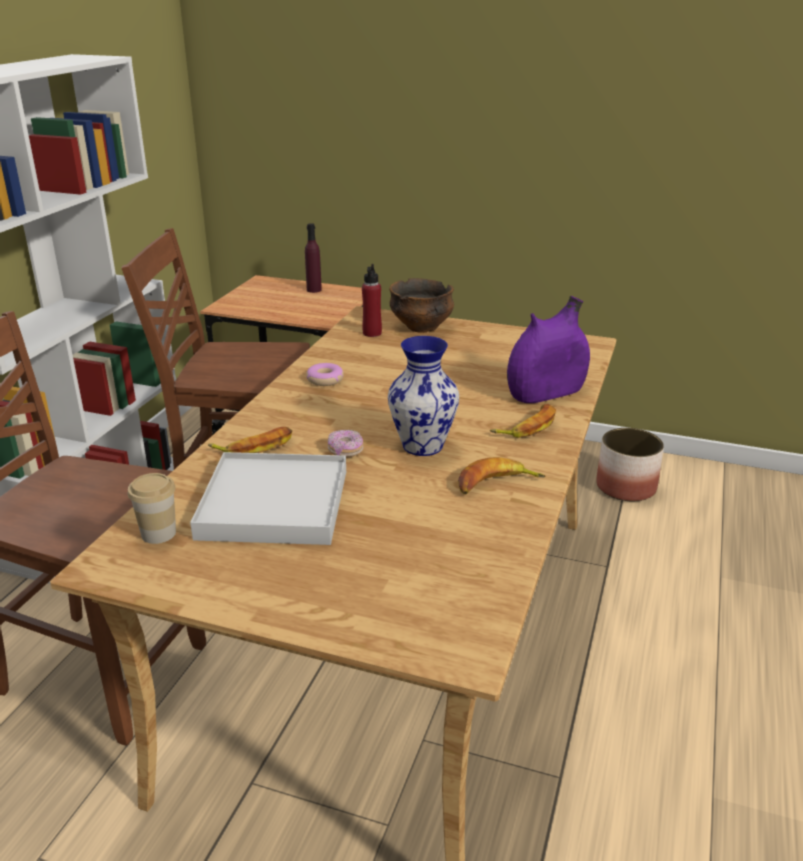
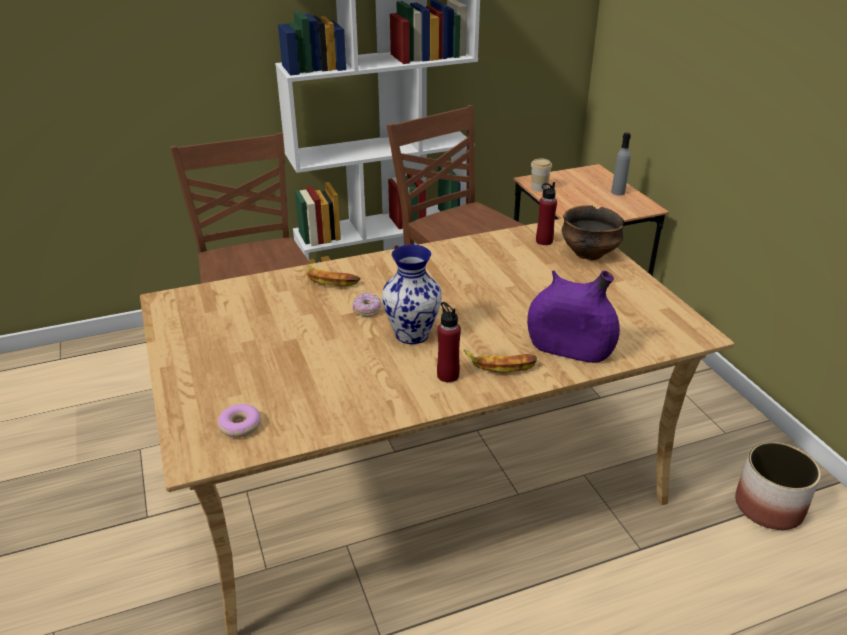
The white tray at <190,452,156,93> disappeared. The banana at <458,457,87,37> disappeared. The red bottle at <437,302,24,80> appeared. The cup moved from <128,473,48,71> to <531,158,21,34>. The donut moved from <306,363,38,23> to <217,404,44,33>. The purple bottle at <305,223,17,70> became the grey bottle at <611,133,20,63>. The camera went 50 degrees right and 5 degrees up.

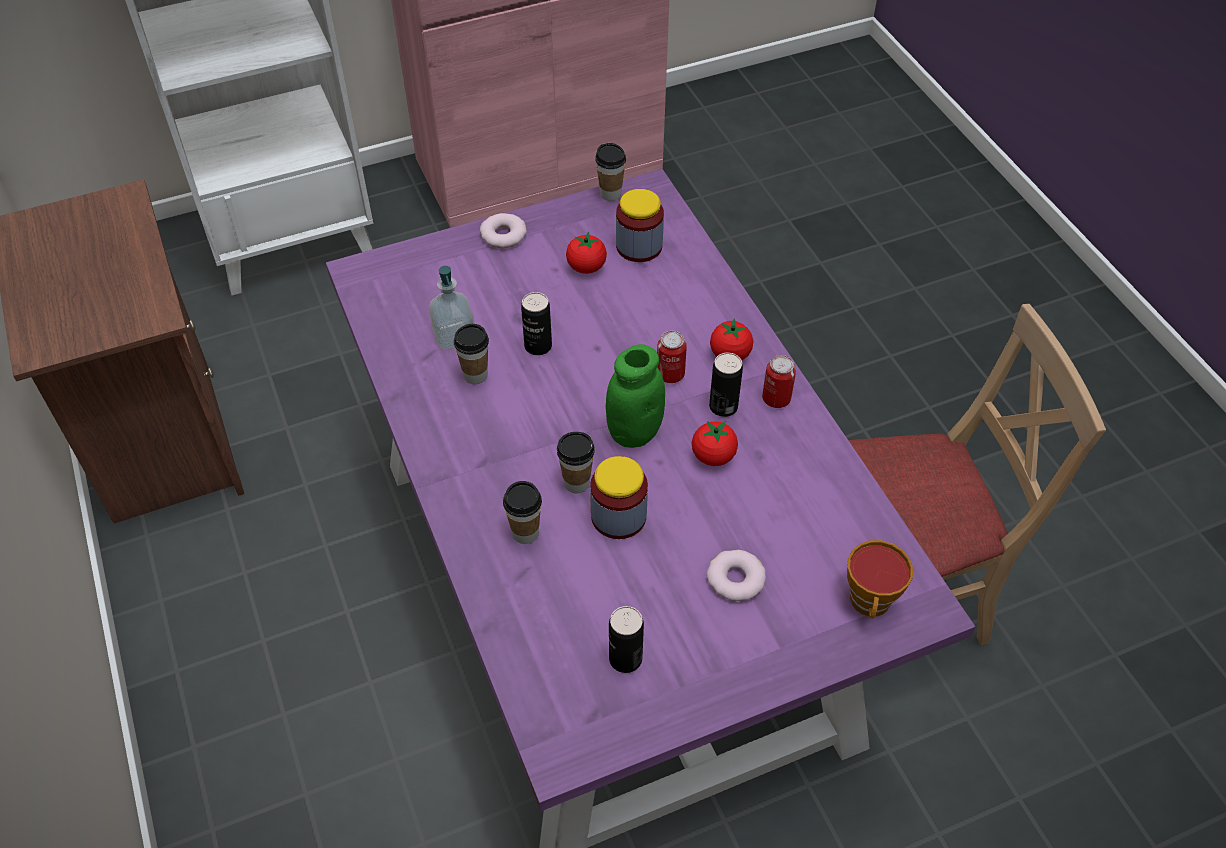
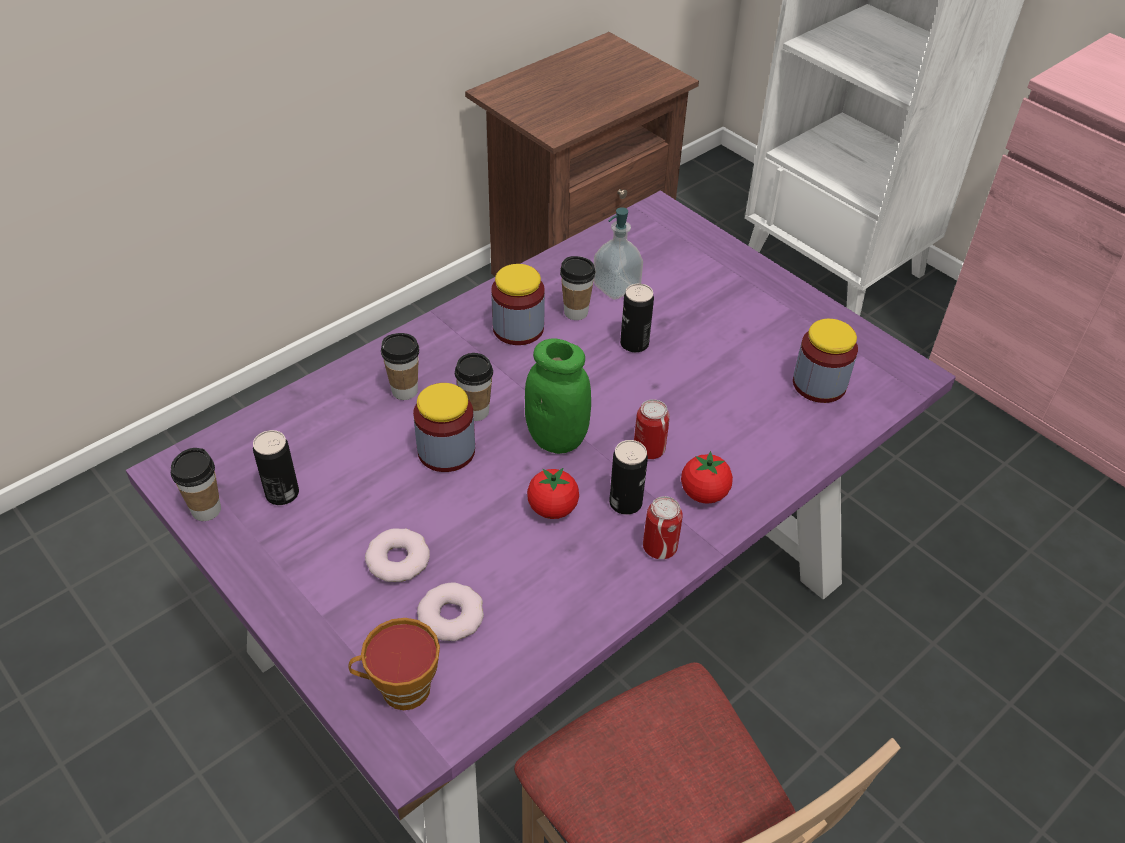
The tomato at <566,231,41,43> disappeared. The jar at <491,264,54,81> appeared. The donut moved from <480,213,47,35> to <417,582,67,59>. The cup moved from <595,143,31,58> to <171,448,50,73>. The camera went 70 degrees right and 5 degrees down.

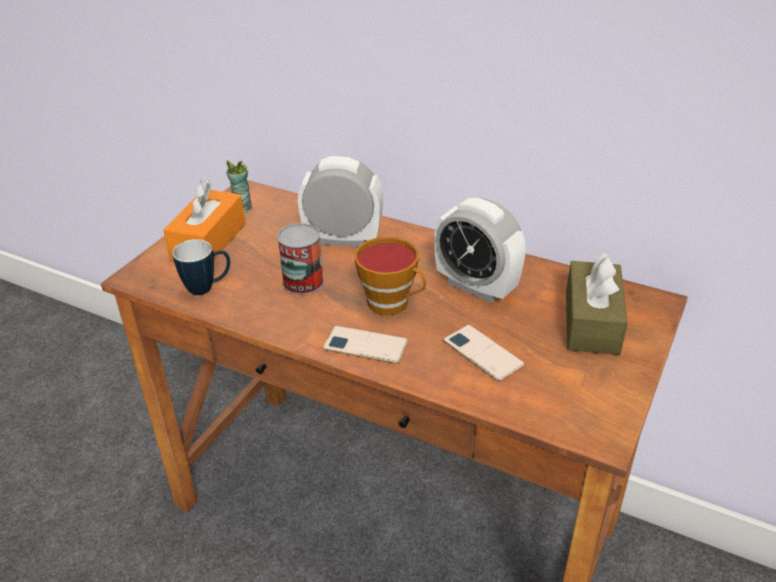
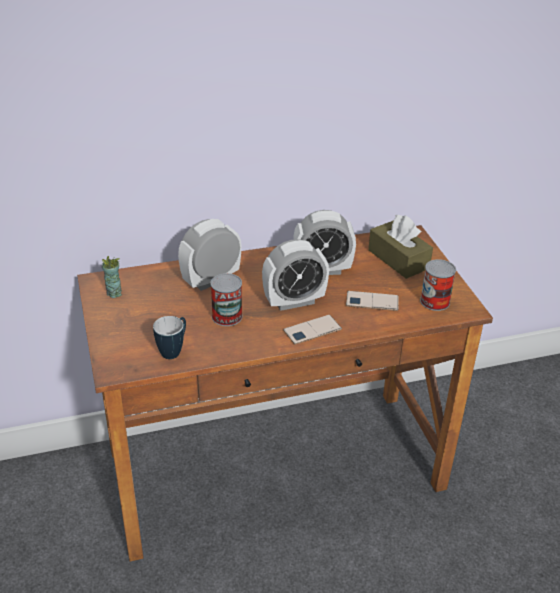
The orange tissue box at <163,179,82,82> disappeared. The can at <420,259,36,52> appeared. The cup at <354,237,72,79> was replaced by the alarm clock at <262,239,67,72>. The camera went 45 degrees left and 0 degrees up.

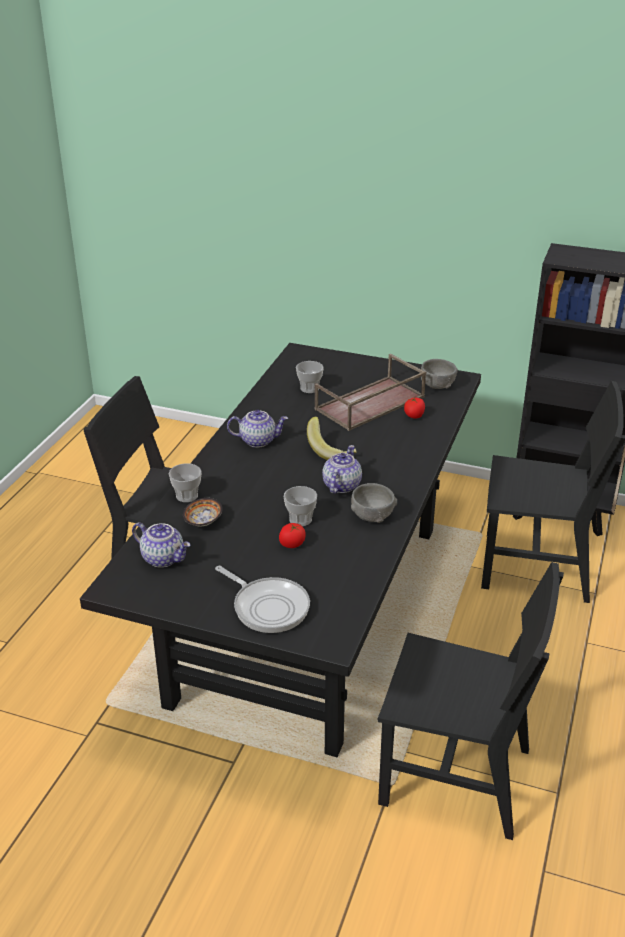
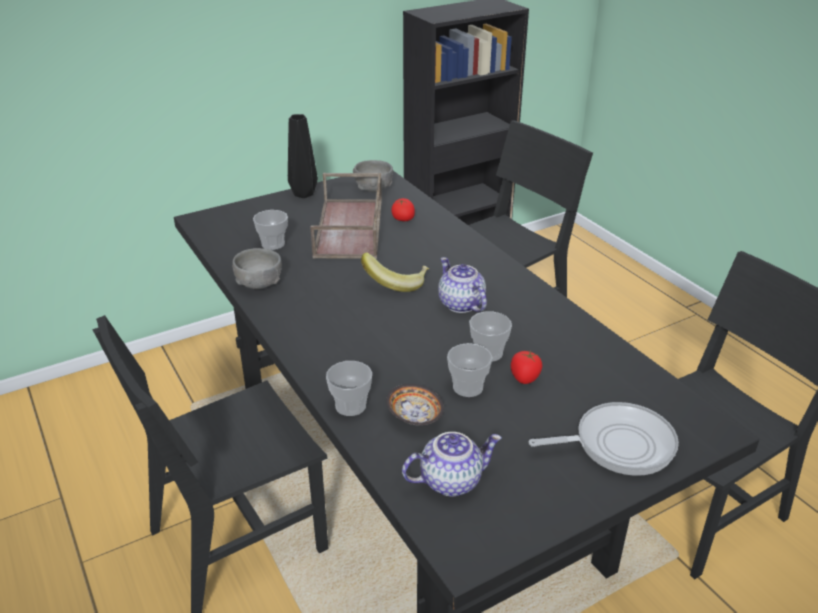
The teapot at <227,410,61,38> disappeared. The black vase at <288,114,30,84> appeared. The cup at <447,343,45,54> appeared. The grey bowl moved from <351,483,46,40> to <232,248,50,41>. The camera went 50 degrees left and 0 degrees up.

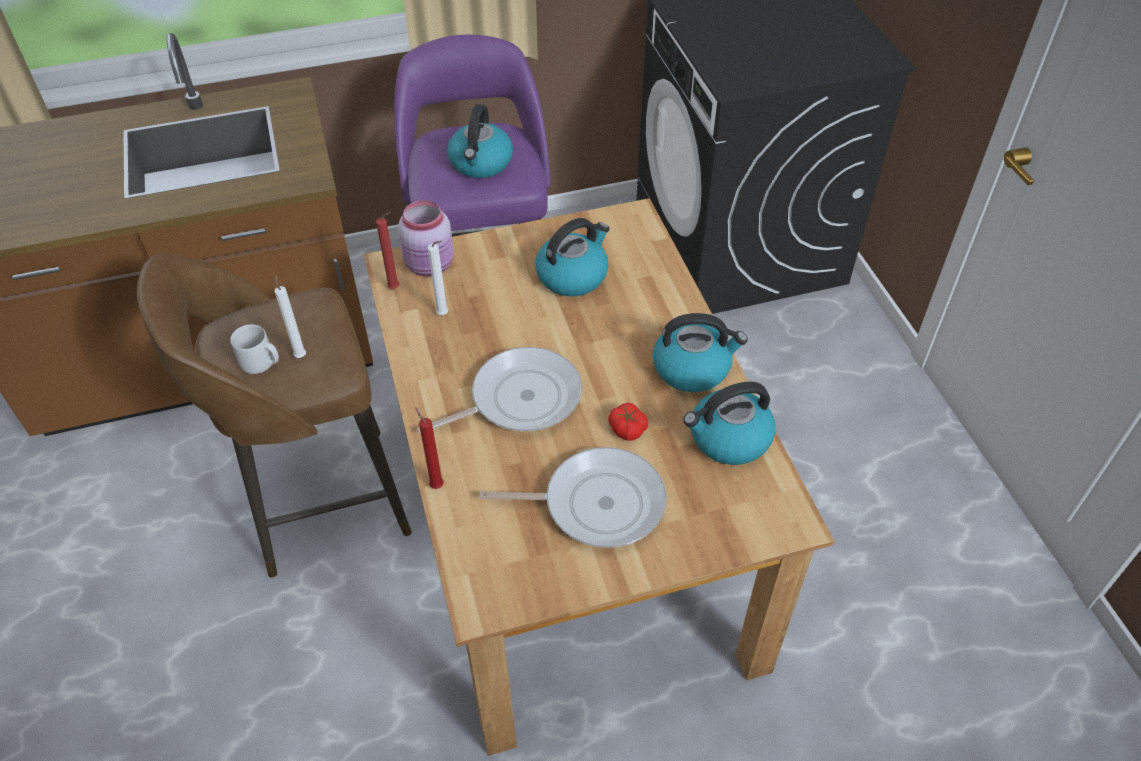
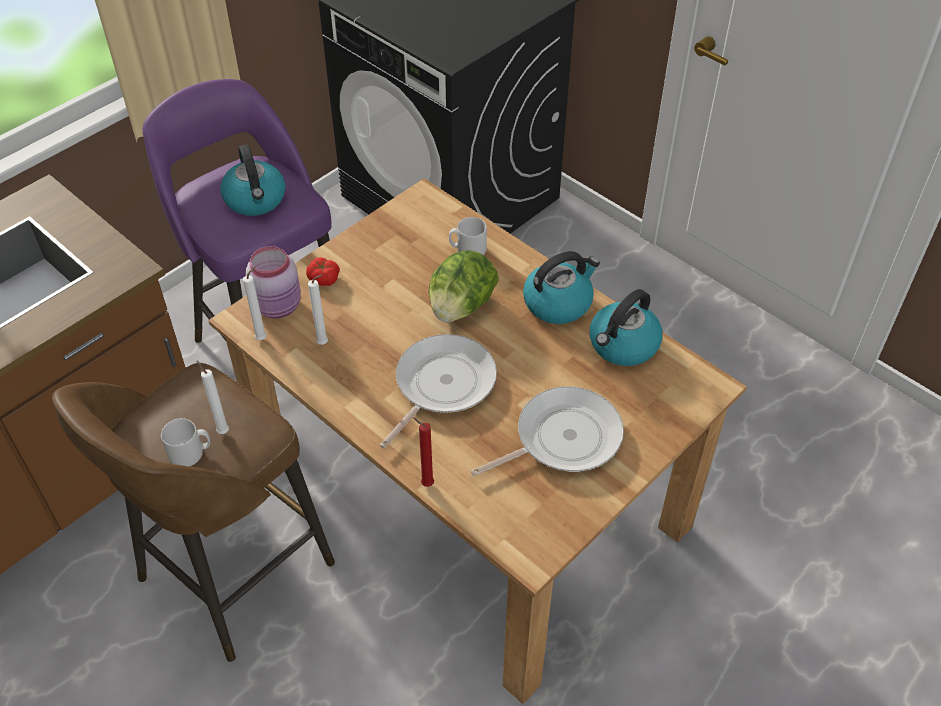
The kettle at <535,218,75,78> disappeared. The lettuce at <429,250,70,72> appeared. The grey mug at <449,217,38,38> appeared. The tomato moved from <609,403,39,38> to <306,257,34,29>. The red candle at <376,212,23,77> became the white candle at <243,267,24,73>. The camera went 30 degrees left and 0 degrees up.

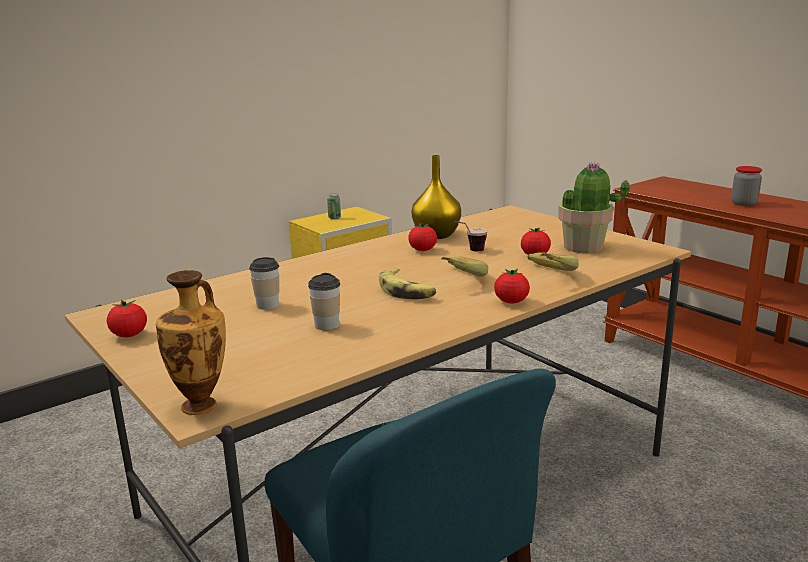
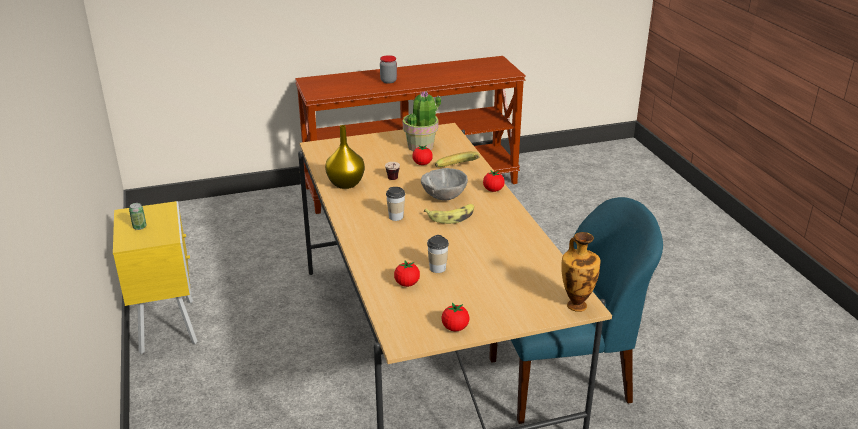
The cup moved from <308,273,32,57> to <386,187,19,34>. The tomato moved from <408,223,29,28> to <394,260,26,27>. The banana at <441,256,47,21> was replaced by the grey bowl at <421,168,47,32>. The camera went 70 degrees left and 10 degrees up.

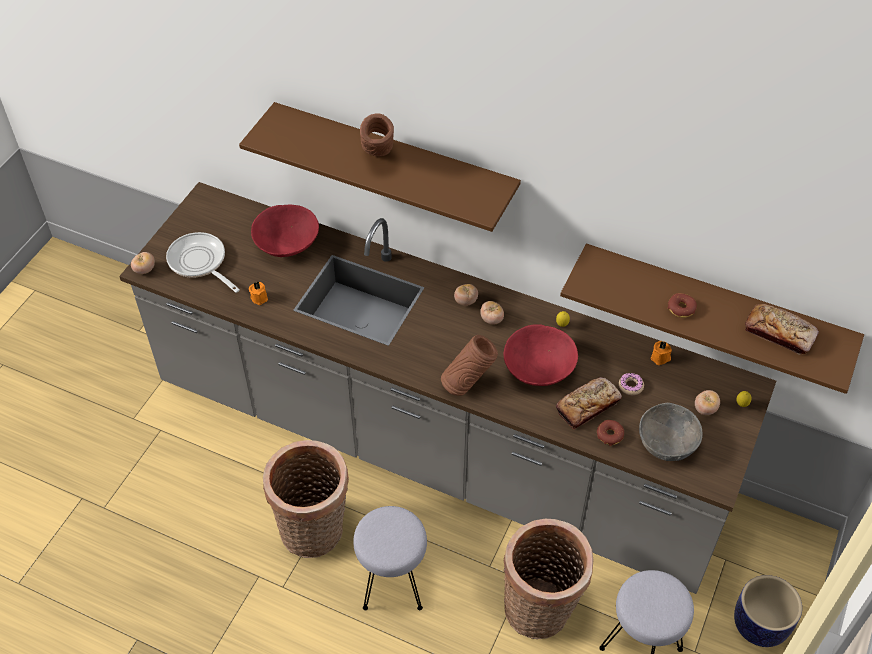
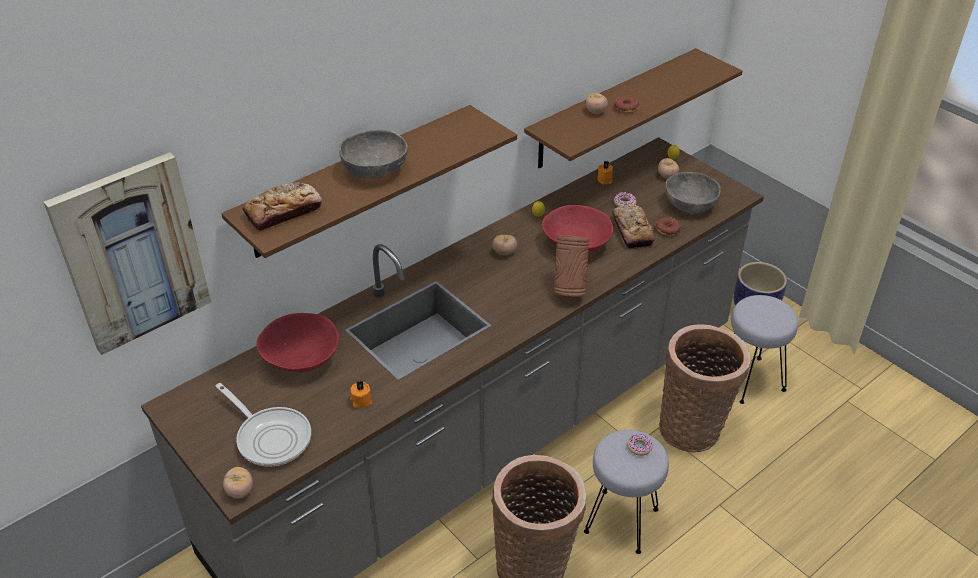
The picture at <44,152,167,203> appeared. The donut at <627,434,26,22> appeared. The tomato moved from <454,284,24,22> to <586,93,22,21>. The bread moved from <744,304,75,51> to <243,182,79,50>. The brown vase at <360,113,34,44> was replaced by the grey bowl at <339,130,69,49>. The frying pan at <166,232,74,61> turned 120 degrees counterclockwise. The camera went 65 degrees left and 10 degrees down.

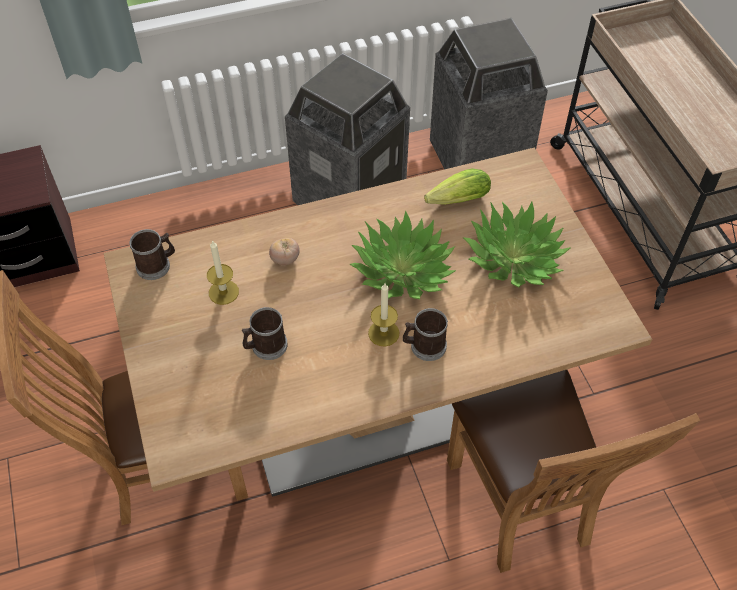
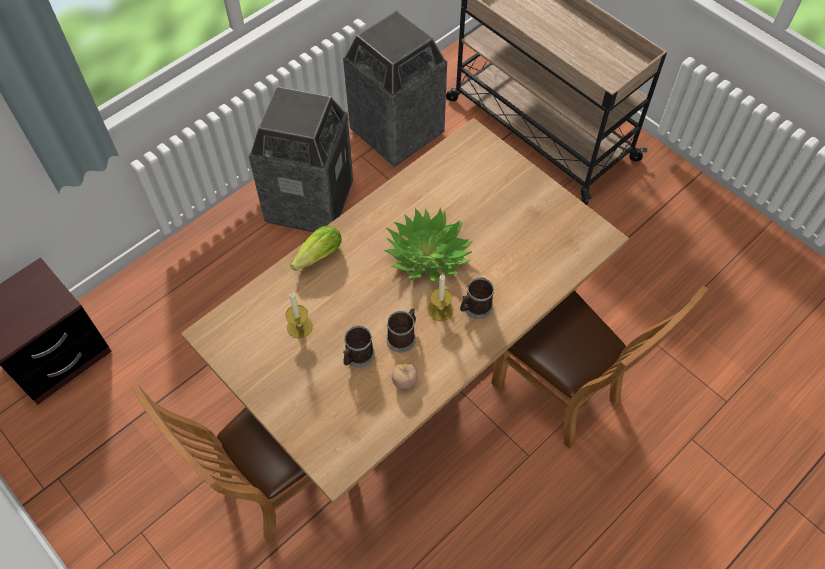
The potted plant at <463,201,108,86> disappeared. The mug moved from <130,229,45,51> to <386,308,30,45>. The tomato moved from <269,238,31,27> to <392,362,26,27>. The lettuce moved from <424,169,67,36> to <291,225,51,46>. The camera went 25 degrees left and 5 degrees up.

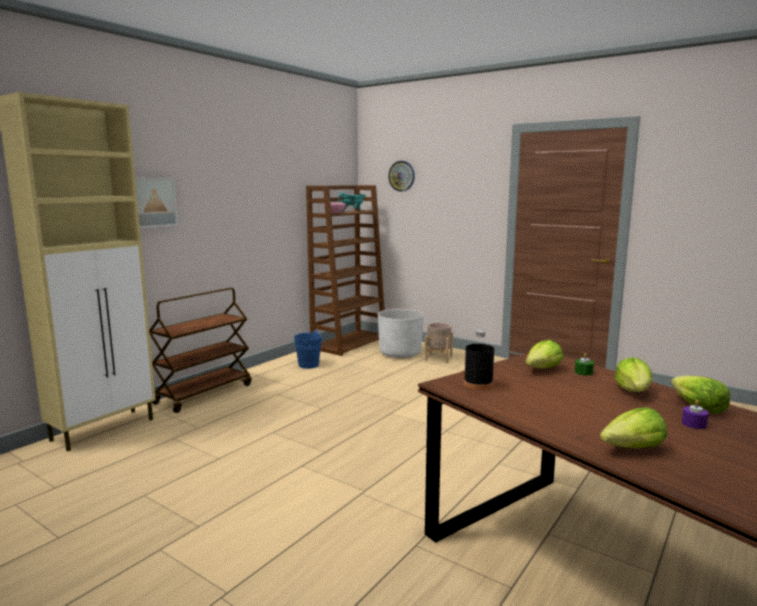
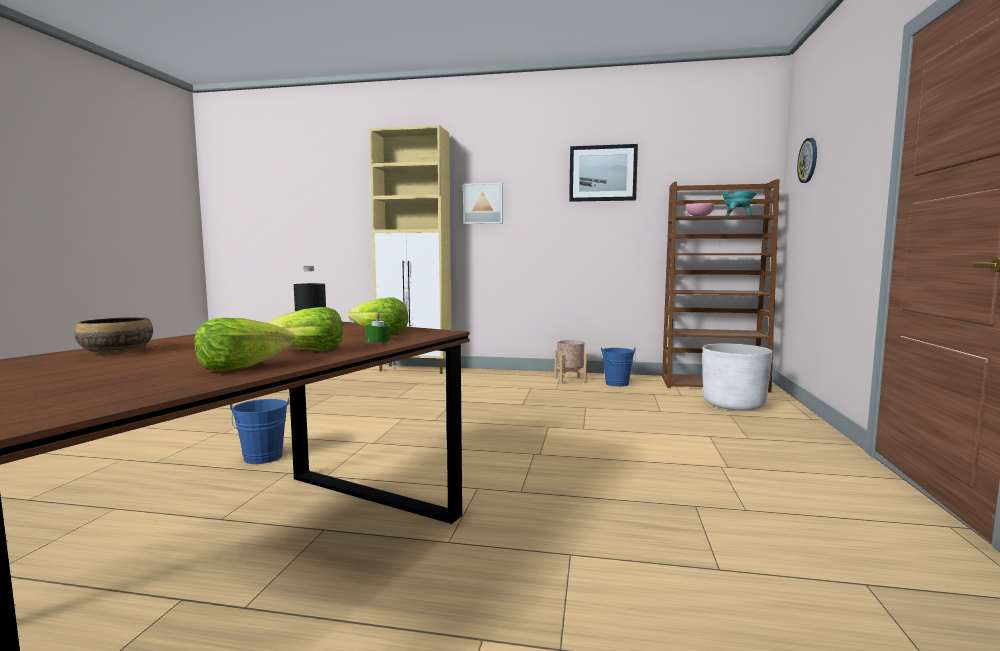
The brown cart at <149,288,102,125> disappeared. The purple candle at <682,399,27,30> disappeared. The blue bucket at <230,398,59,66> appeared. The picture at <569,144,69,58> appeared. The beige planter moved from <425,323,28,40> to <554,340,33,44>. The lettuce at <600,408,67,40> was replaced by the bowl at <75,317,78,36>. The camera went 65 degrees right and 5 degrees down.

